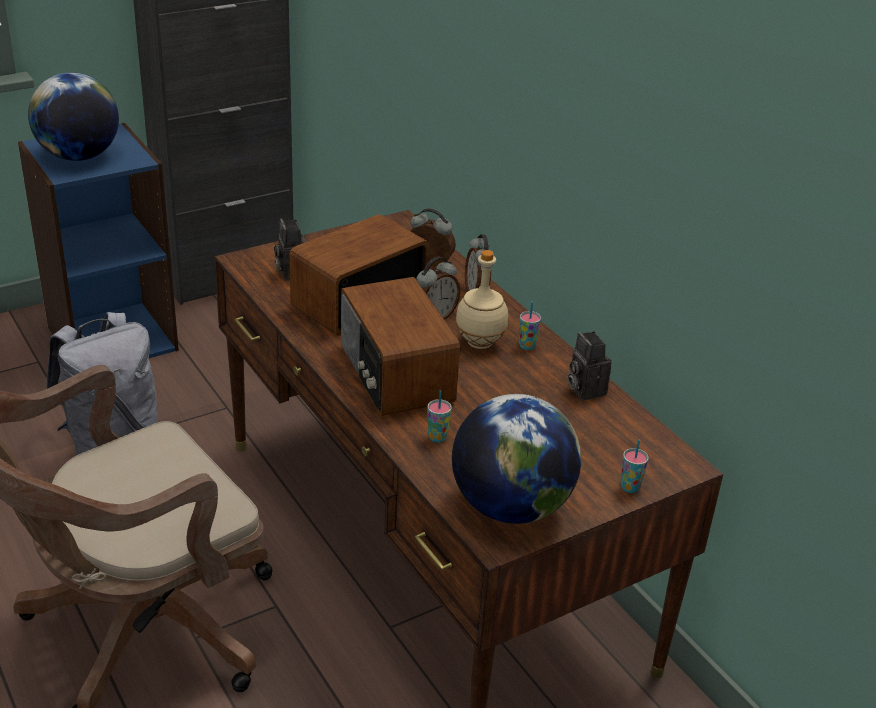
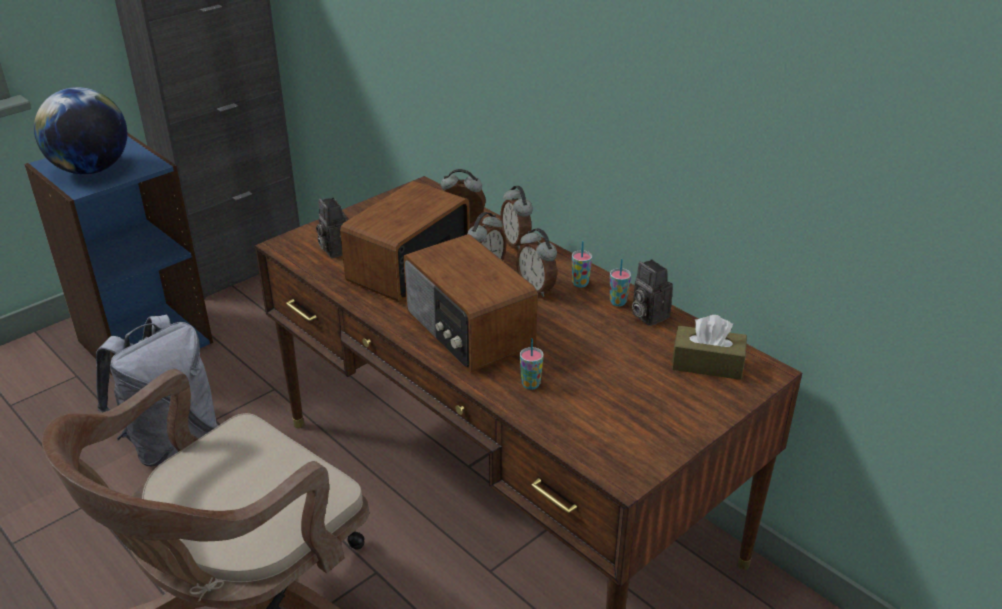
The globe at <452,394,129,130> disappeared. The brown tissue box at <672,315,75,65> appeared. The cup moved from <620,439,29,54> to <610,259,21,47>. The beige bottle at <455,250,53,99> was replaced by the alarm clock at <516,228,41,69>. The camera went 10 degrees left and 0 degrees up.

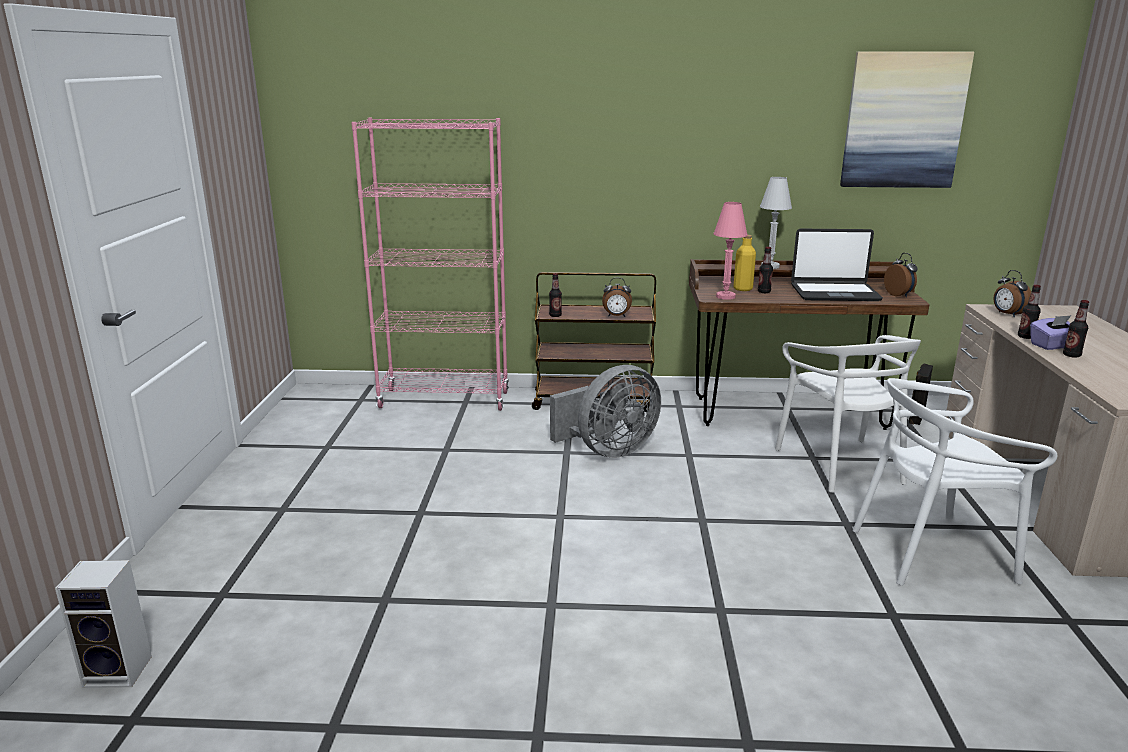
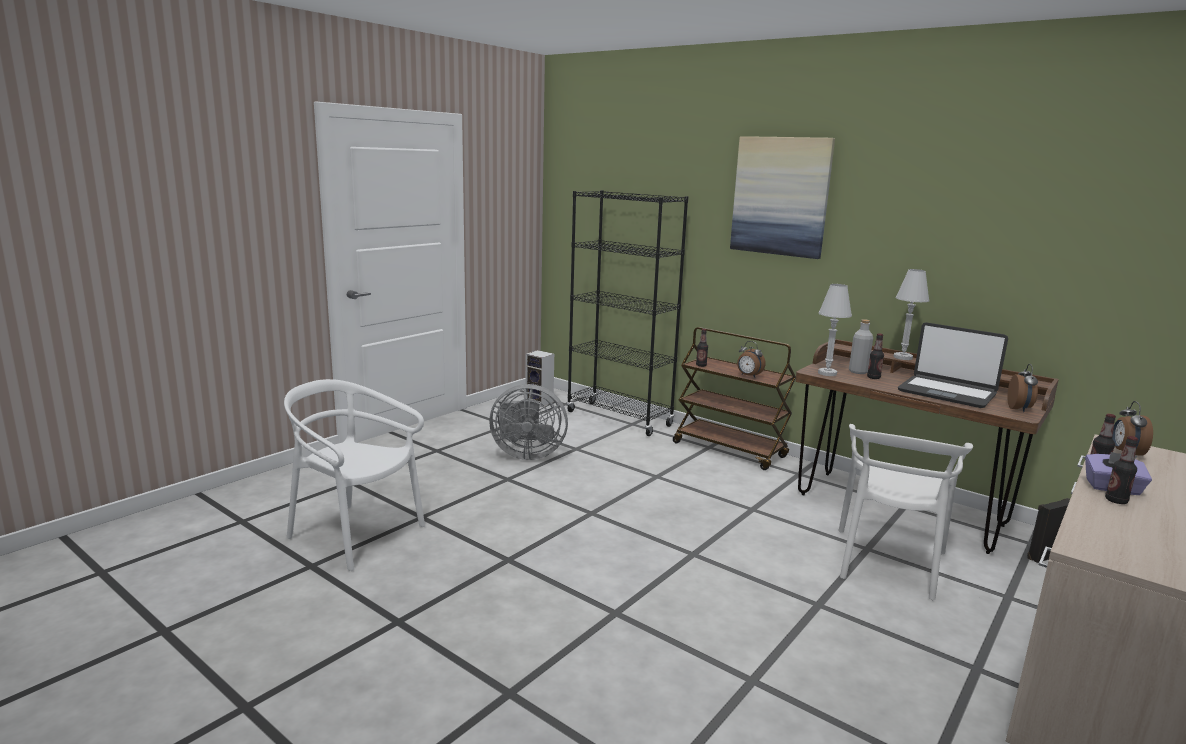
The speaker moved from <55,560,97,128> to <525,350,29,57>. The grey fan moved from <550,365,111,93> to <489,384,79,76>. The picture moved from <840,52,134,136> to <730,136,105,123>. The white chair moved from <853,378,204,207> to <284,379,141,192>. The pink bookcase at <351,118,158,293> became the black bookcase at <567,190,121,246>. The pink table lamp at <714,202,34,98> became the white table lamp at <818,284,34,92>. The yellow bottle at <734,235,22,56> became the grey bottle at <849,319,24,55>. The camera went 35 degrees right and 5 degrees down.

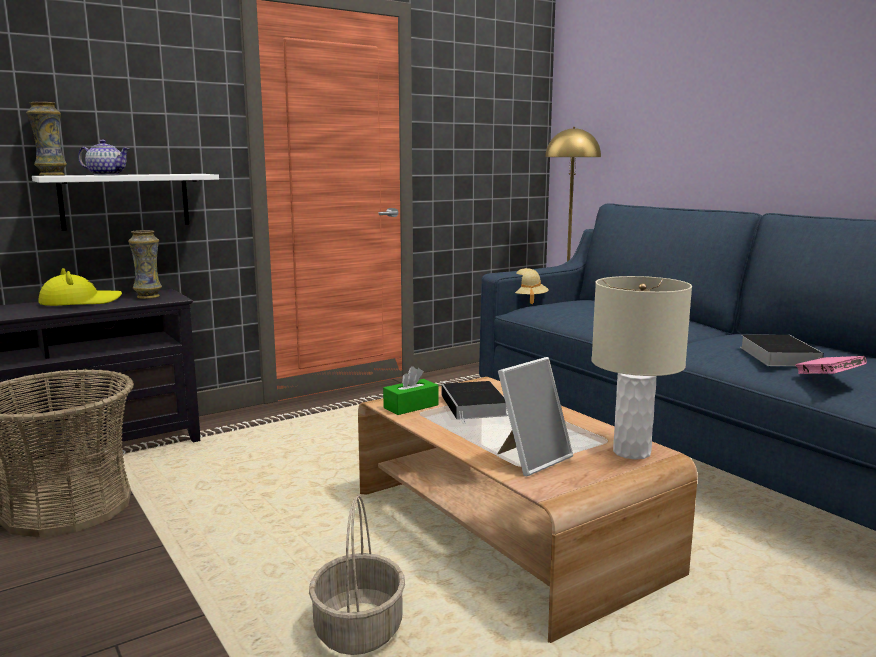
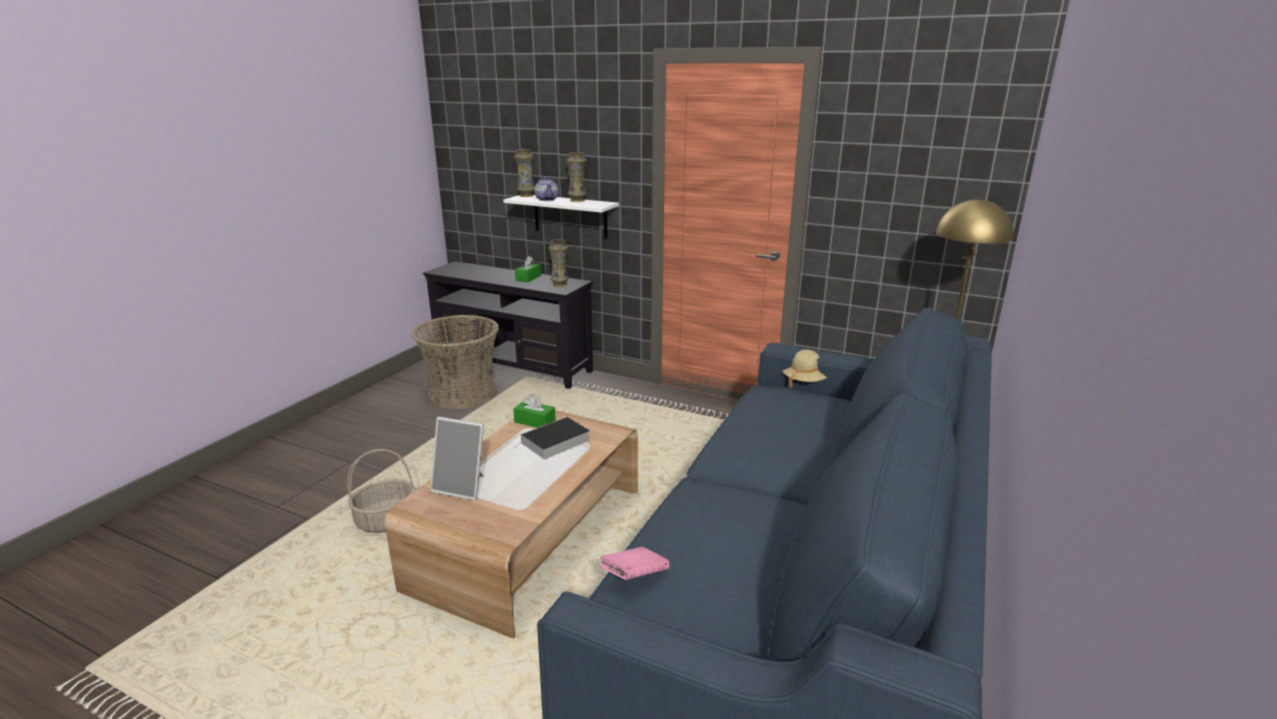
The beige table lamp at <592,276,100,184> disappeared. The book at <740,334,84,32> disappeared. The vase at <567,152,20,50> appeared. The yellow hat at <38,268,84,38> was replaced by the green tissue box at <515,256,26,27>. The camera went 60 degrees right and 10 degrees up.

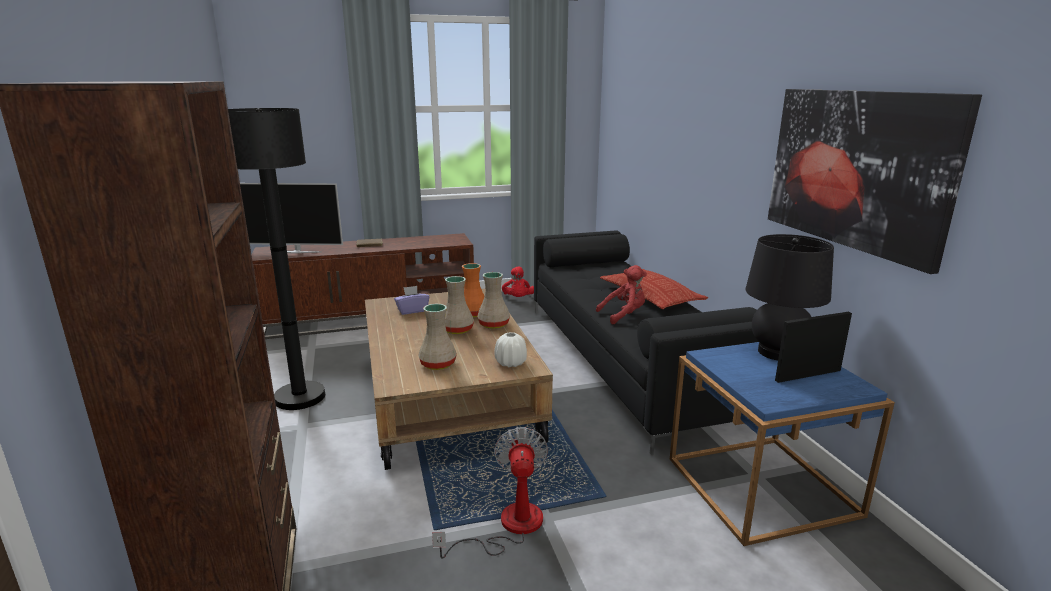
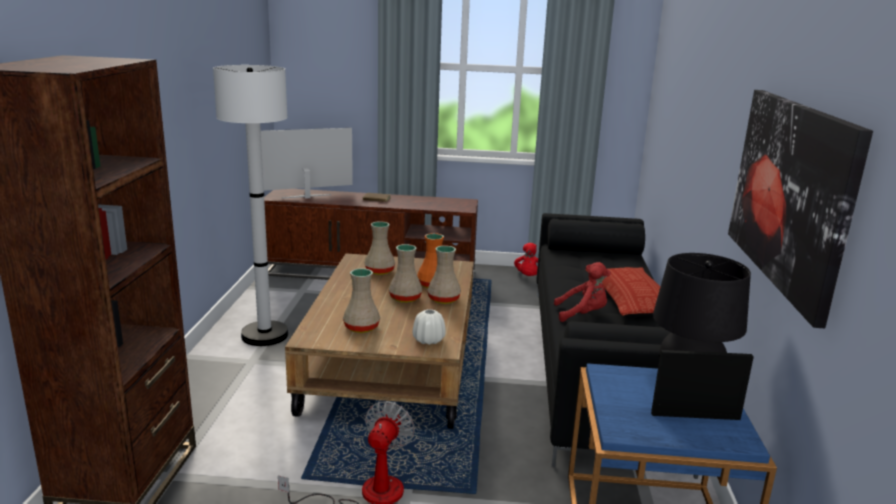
The purple tissue box at <394,286,35,29> was replaced by the beige vase at <365,221,30,54>. The black floor lamp at <228,108,97,302> became the white floor lamp at <213,65,75,281>. The television at <240,183,103,70> turned 135 degrees clockwise. The camera went 20 degrees right and 0 degrees up.

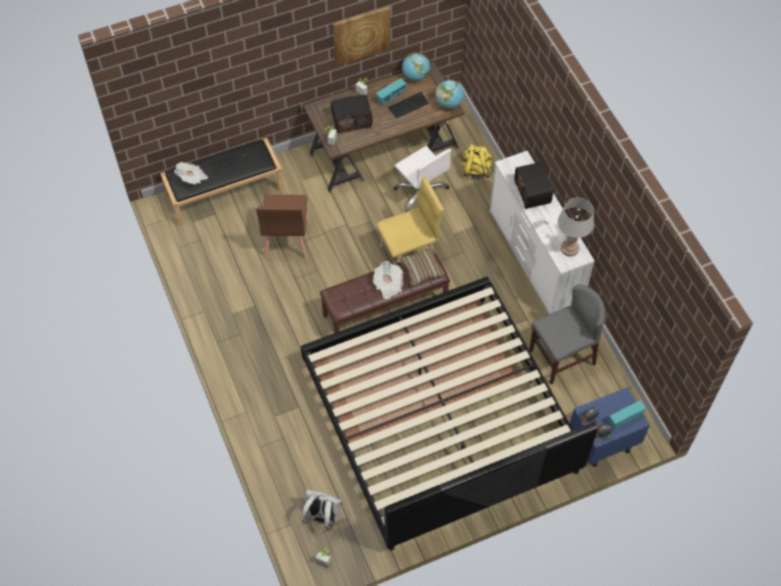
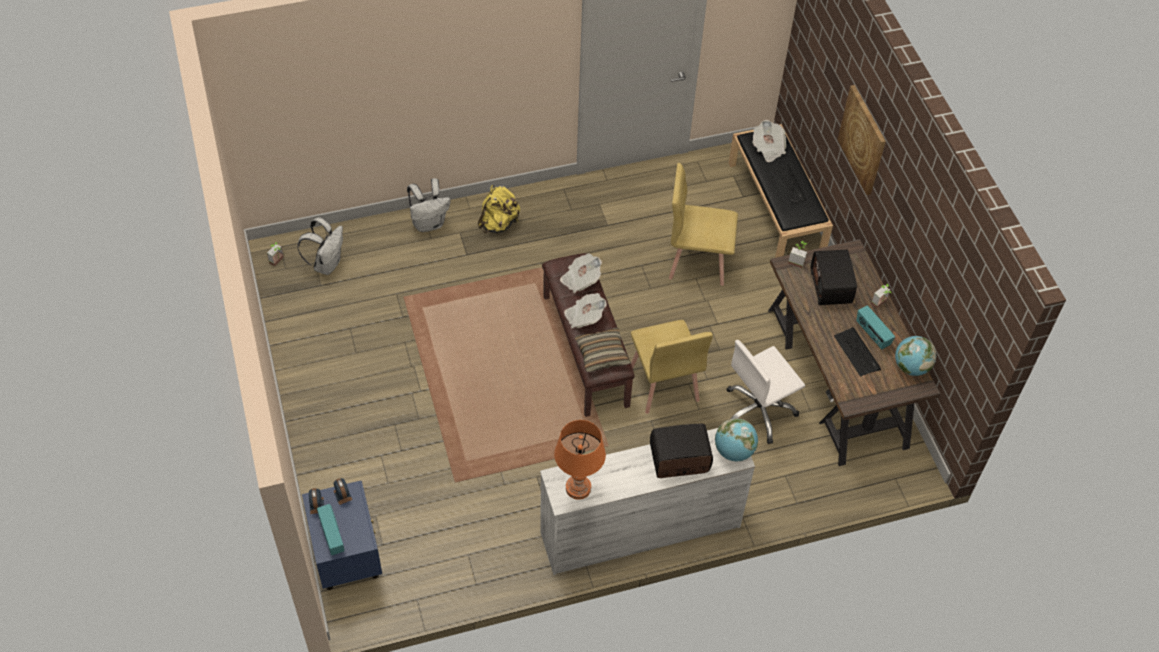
The bed at <301,277,297,274> disappeared. The grey chair at <529,284,76,100> disappeared. The white backpack at <407,178,43,54> appeared. The newspaper at <560,253,42,40> appeared. The picture moved from <333,6,58,60> to <837,85,49,110>. The globe moved from <435,80,29,29> to <715,418,43,43>. The yellow backpack moved from <462,143,30,36> to <478,185,42,48>. The brown chair at <256,195,53,64> became the yellow chair at <669,163,69,123>. The grey table lamp at <558,198,36,59> became the orange table lamp at <554,420,52,80>. The camera went 95 degrees right and 5 degrees down.

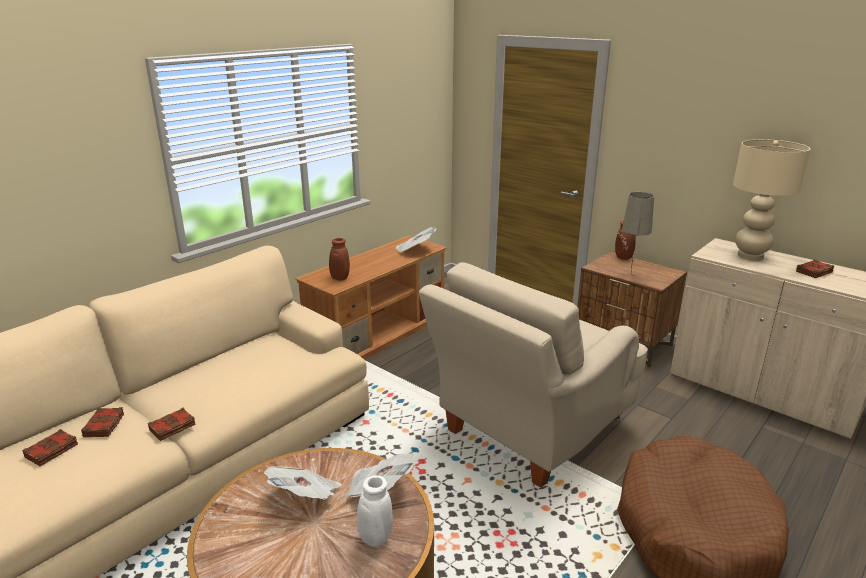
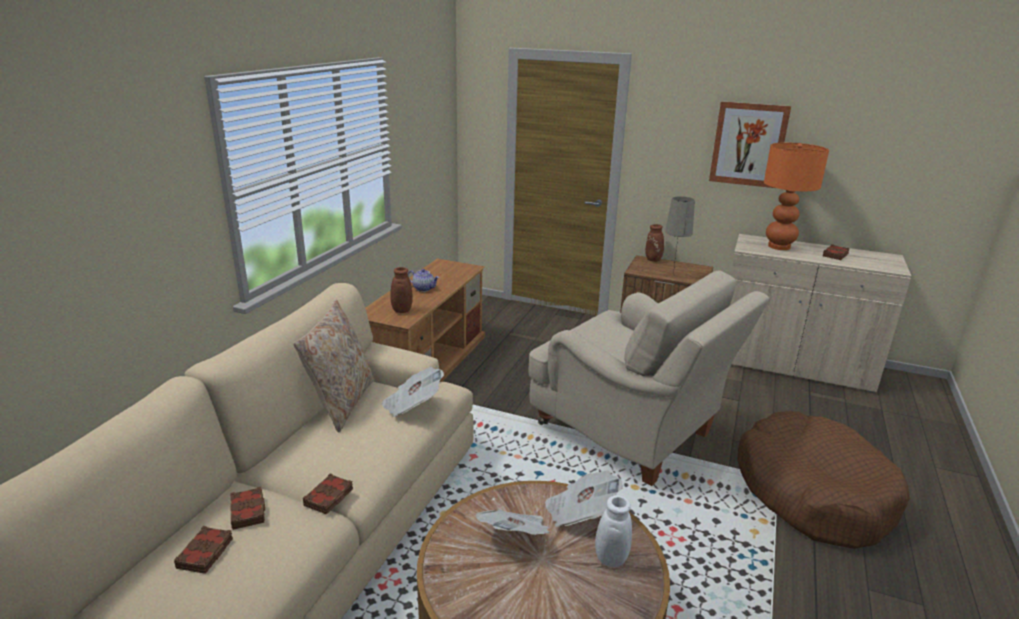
The beige pillow at <293,299,82,134> appeared. The teapot at <408,269,32,23> appeared. The picture at <709,101,82,87> appeared. The newspaper moved from <396,227,40,26> to <382,367,62,50>. The beige table lamp at <733,139,78,122> became the orange table lamp at <764,142,65,108>. The beige armchair at <419,262,229,226> turned 75 degrees counterclockwise. The camera went 20 degrees left and 0 degrees up.

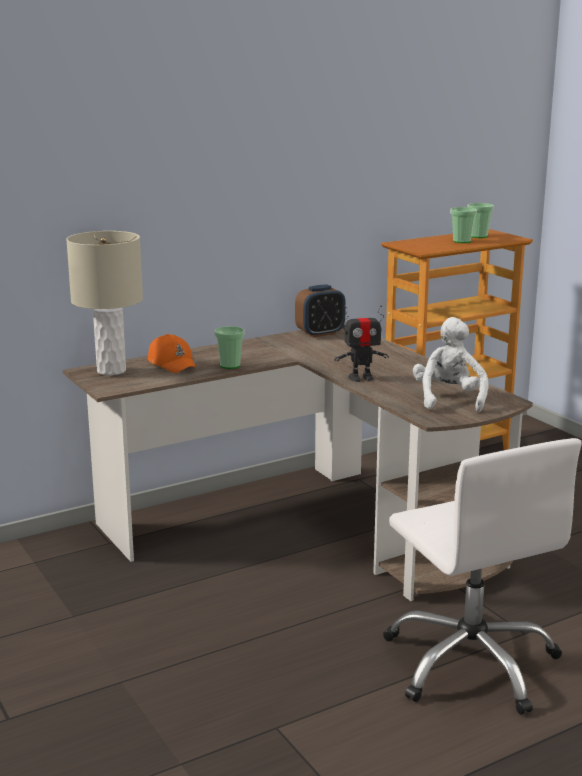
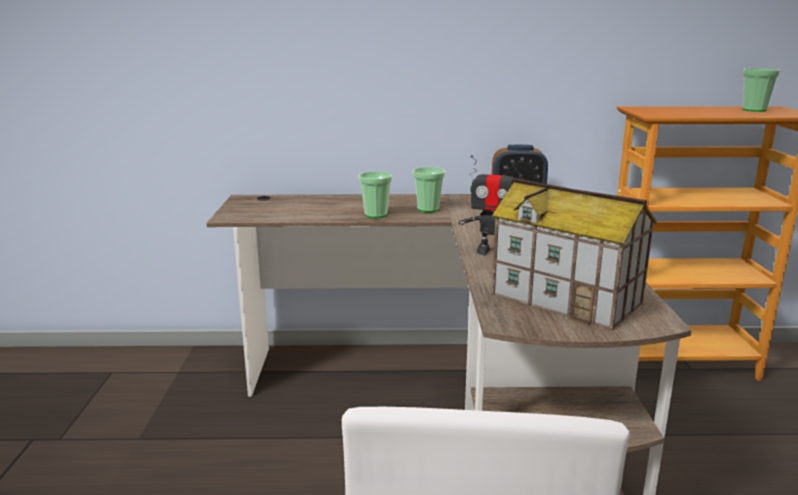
The beige table lamp at <66,231,77,144> disappeared. The orange cap at <148,334,49,39> disappeared. The cup moved from <450,207,27,36> to <413,167,32,45>. The white plush toy at <413,317,75,95> was replaced by the toy house at <492,178,165,152>. The camera went 30 degrees right and 0 degrees up.

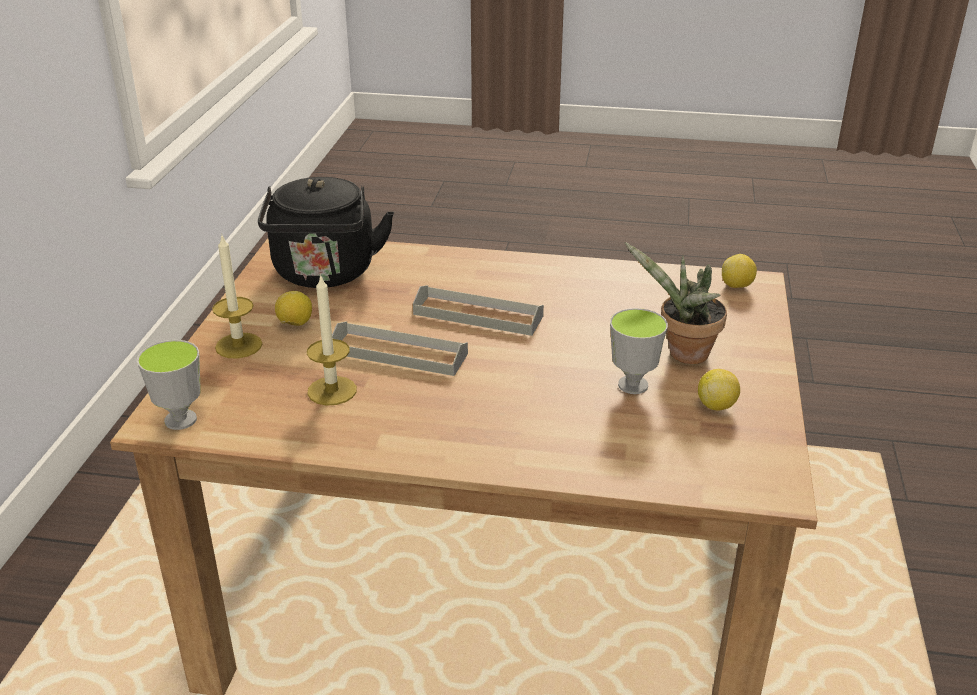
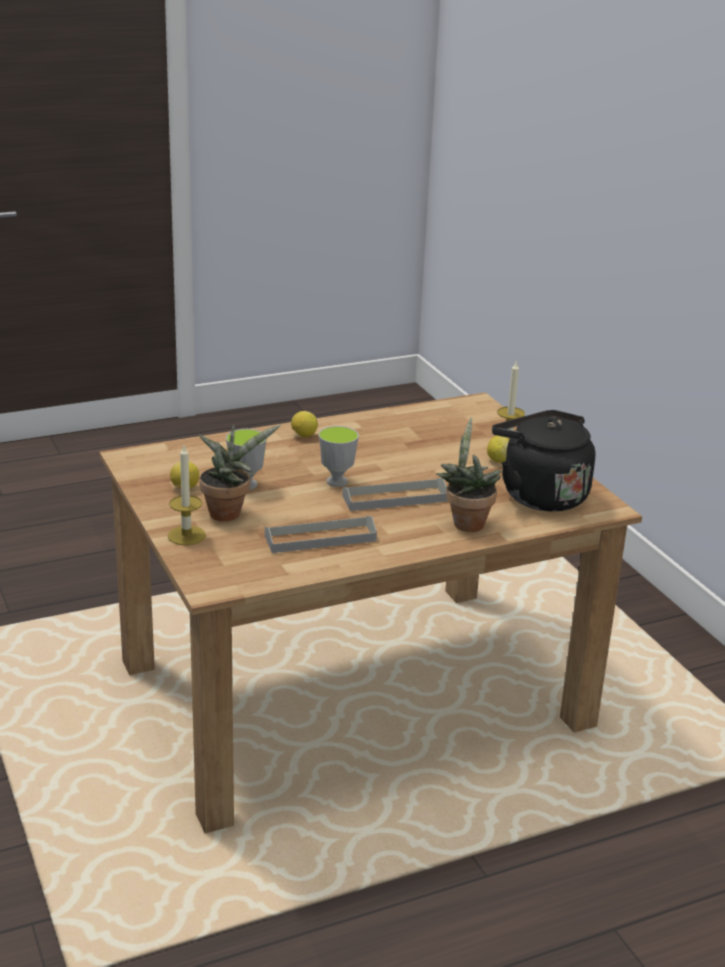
The potted plant at <436,417,65,115> appeared. The cup moved from <137,340,64,90> to <319,426,40,61>. The candle moved from <307,274,50,131> to <168,445,38,100>. The grey tray moved from <332,321,136,55> to <265,516,112,37>. The lemon moved from <722,254,35,34> to <291,411,27,26>. The camera went 145 degrees right and 5 degrees down.

